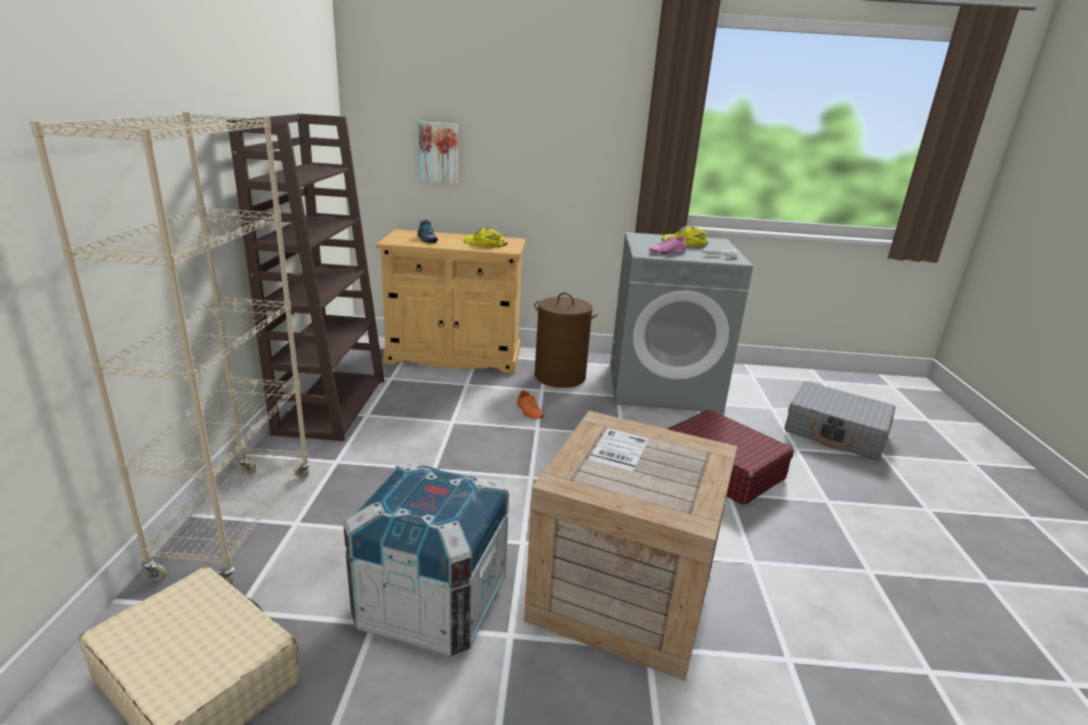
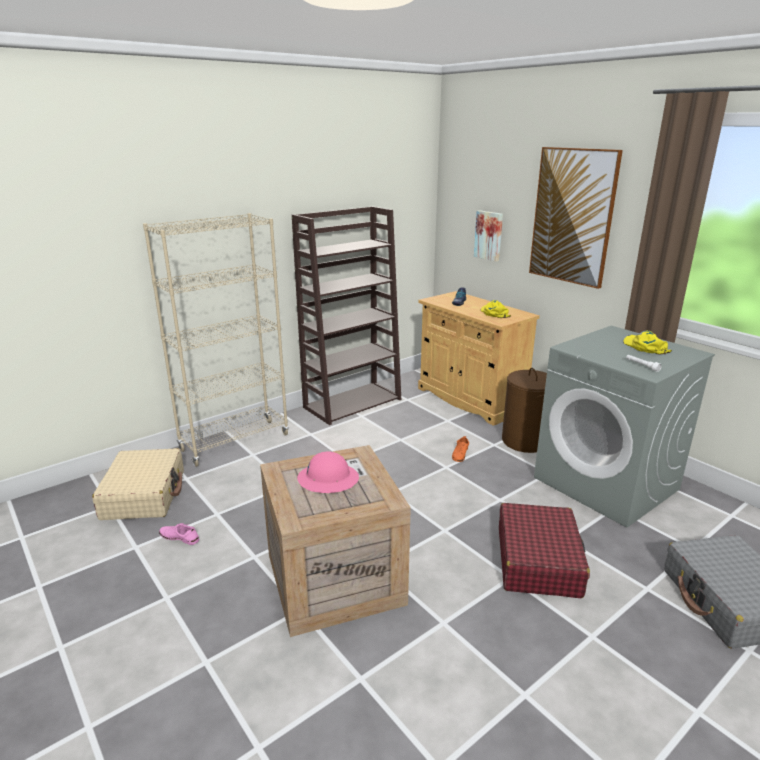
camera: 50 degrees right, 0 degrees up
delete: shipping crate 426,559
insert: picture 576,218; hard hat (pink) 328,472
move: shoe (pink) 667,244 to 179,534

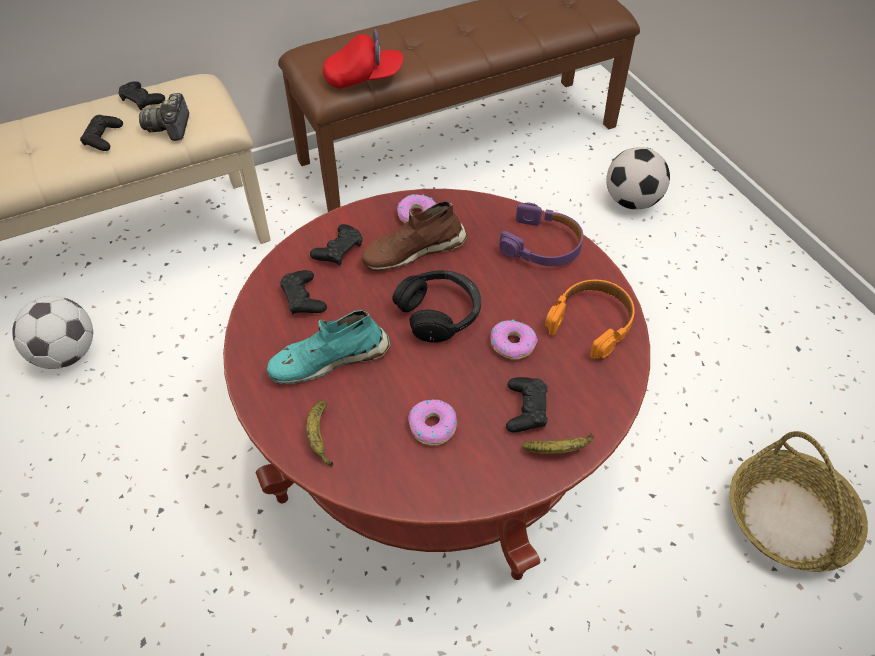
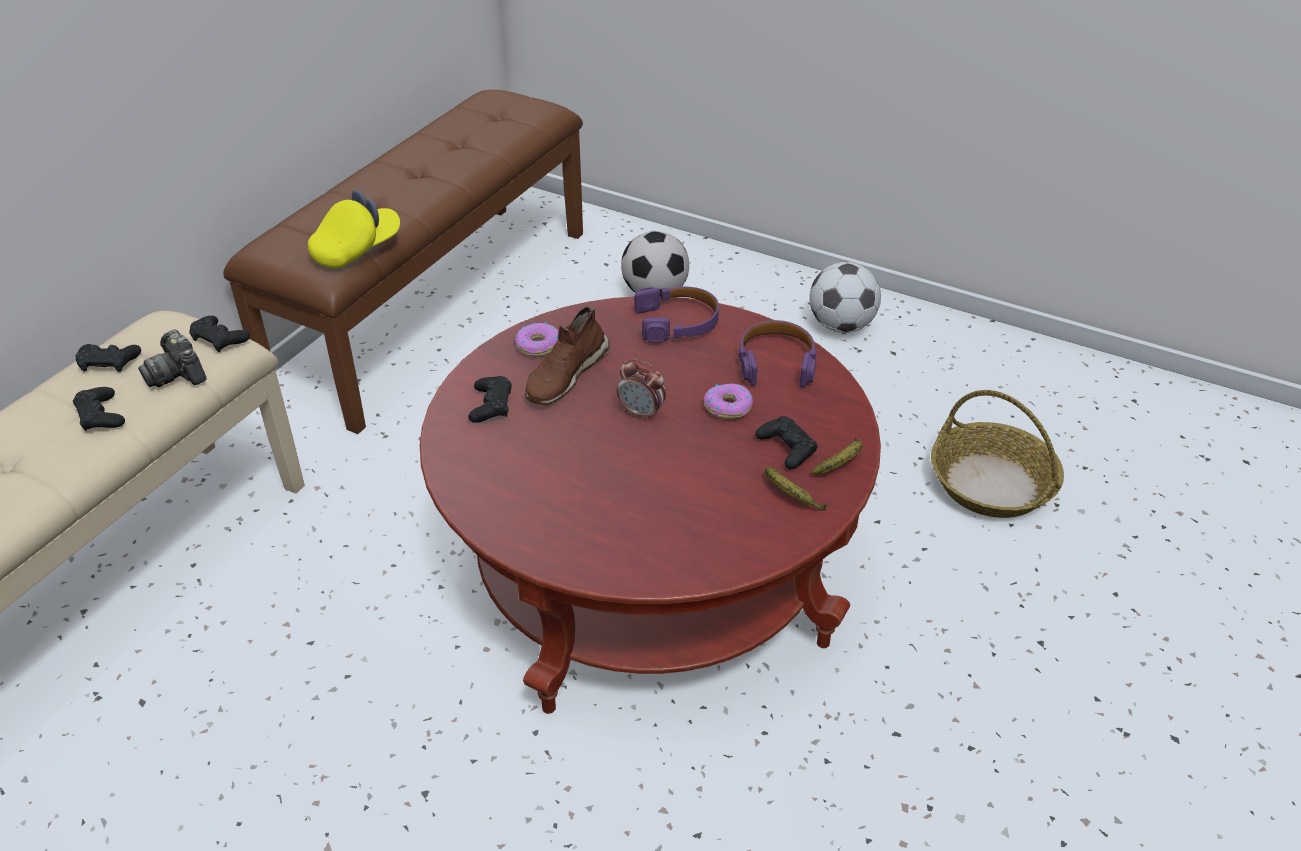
camera: 35 degrees left, 10 degrees down
delete: shoe (blue-green) 329,347; donut 432,422
move: game controller (black) 303,292 to 219,334; ball for football 52,332 to 845,297; banana fruit 319,434 to 795,489
replace: pair of headphones (black) 436,306 to alarm clock 641,390
recolor: baseball cap (red) 363,59 to baseball cap (yellowish) 354,229; pair of headphones (orangey) 590,319 to pair of headphones (purple) 777,354

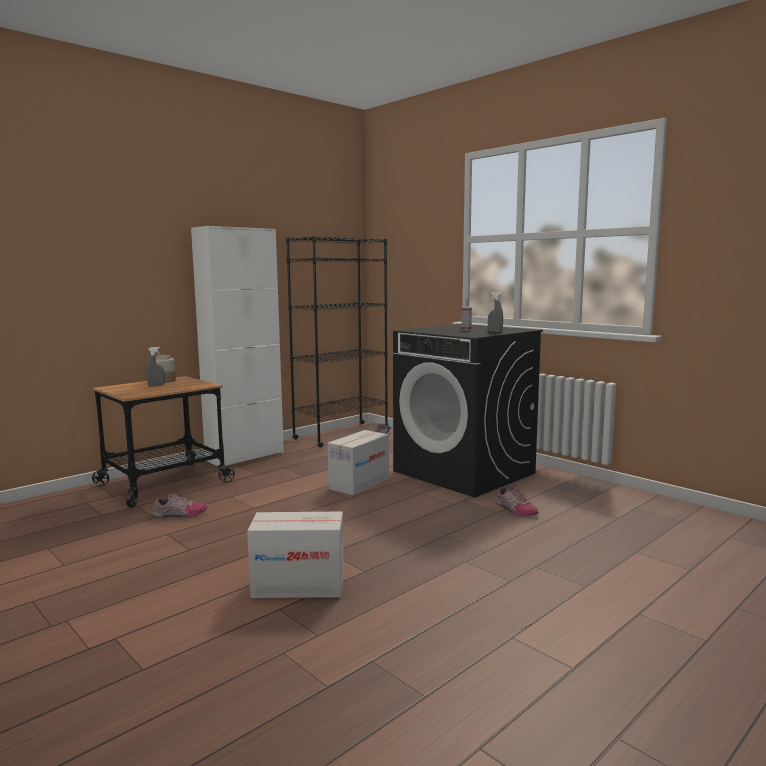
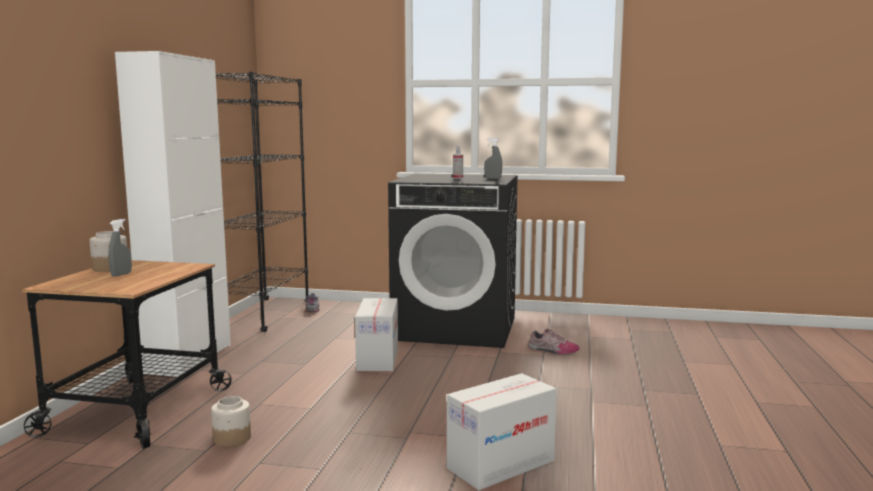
camera: 35 degrees left, 0 degrees up
replace: shoe 179,505 to preserve jar 231,421

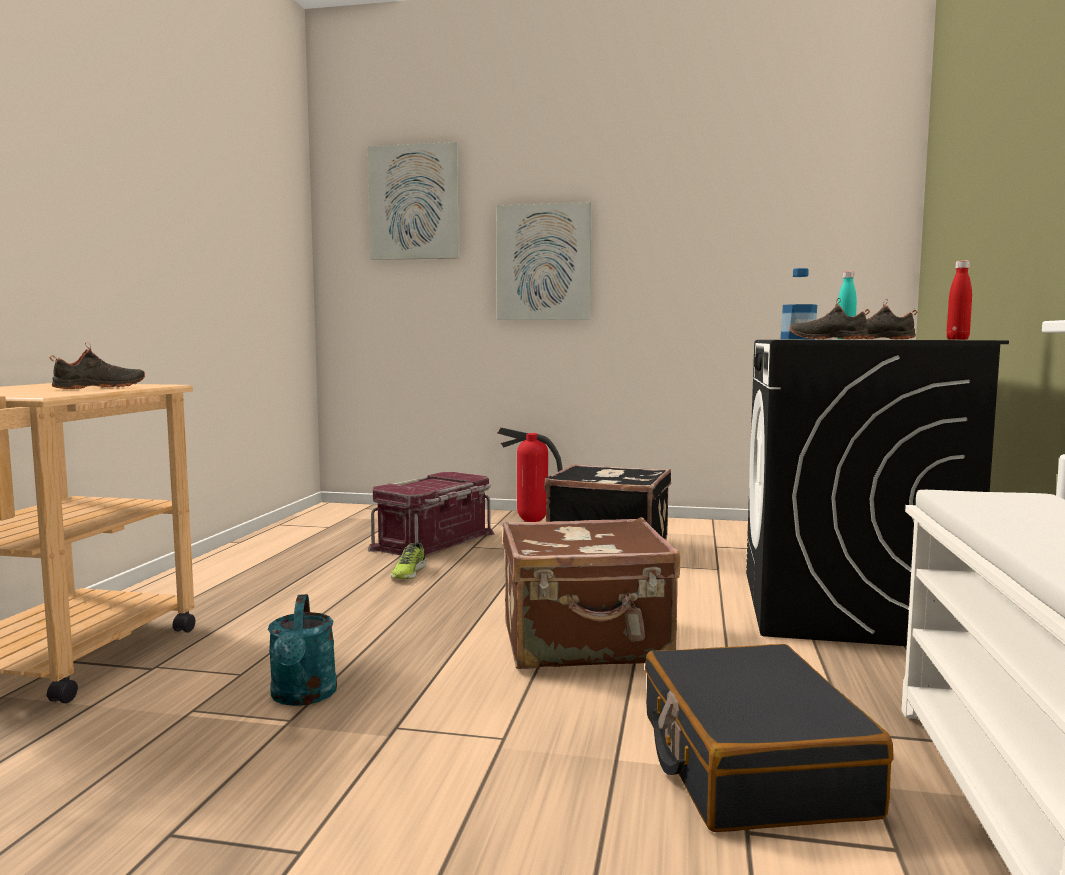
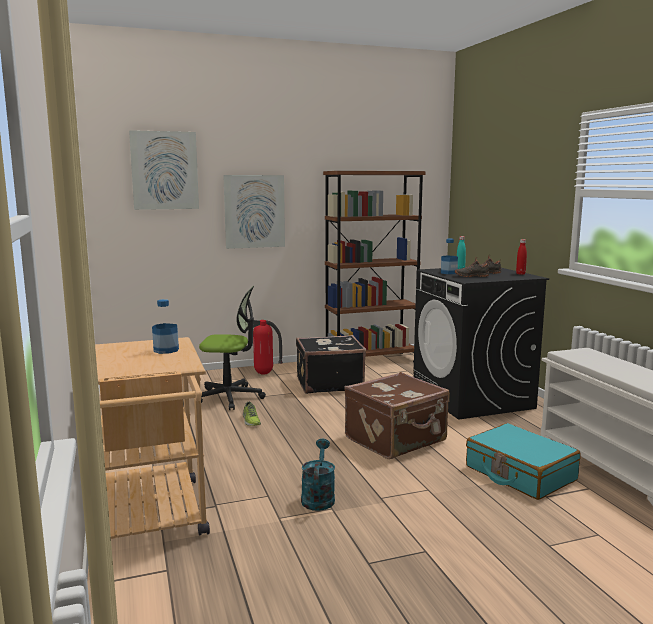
camera: 30 degrees left, 5 degrees up
insert: bookcase (brown-coloured) 374,266
replace: shoe (black) 97,365 to drink bottle 165,326; storage container (red) 431,514 to computer chair 232,348
recolor: piece of luggage (black) 769,738 to piece of luggage (blue-green) 523,461
rotate: watering can (blue-green) 302,650 = 318,475 135 degrees counterclockwise

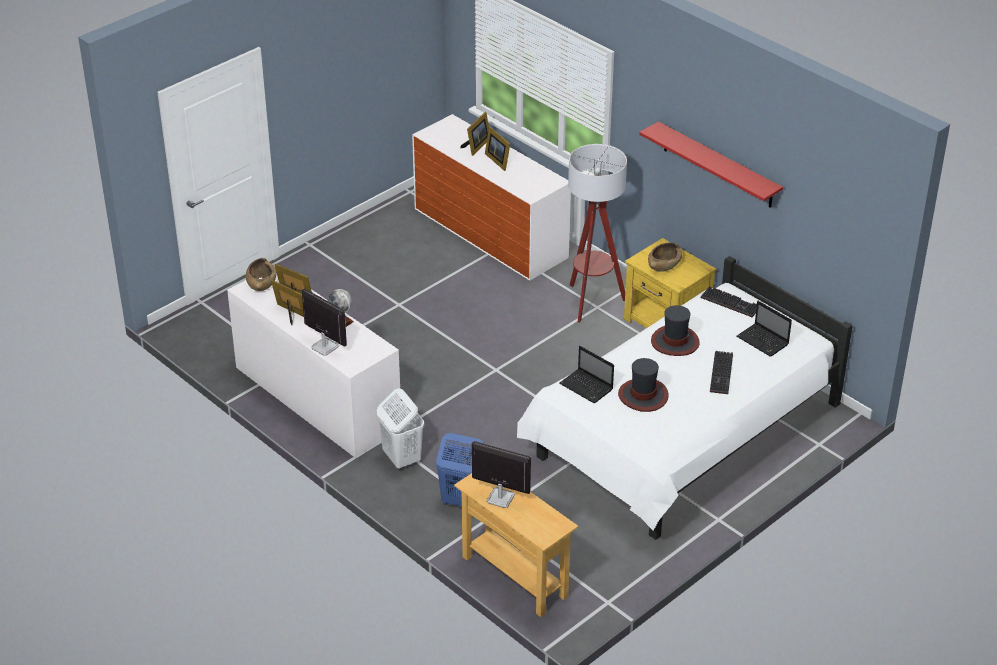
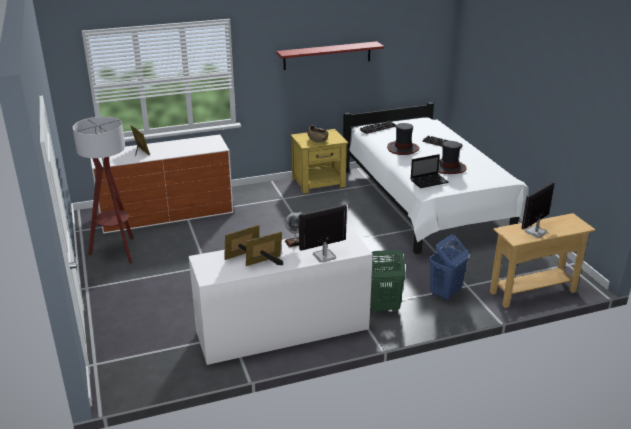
camera: 65 degrees left, 10 degrees down
delete: photo frame 497,149; bowl (brown-coloured) 261,274; portable computer 764,329
move: standing lamp 597,233 to 102,190
recolor: laundry basket (white) 400,428 to laundry basket (green-coloured) 388,281

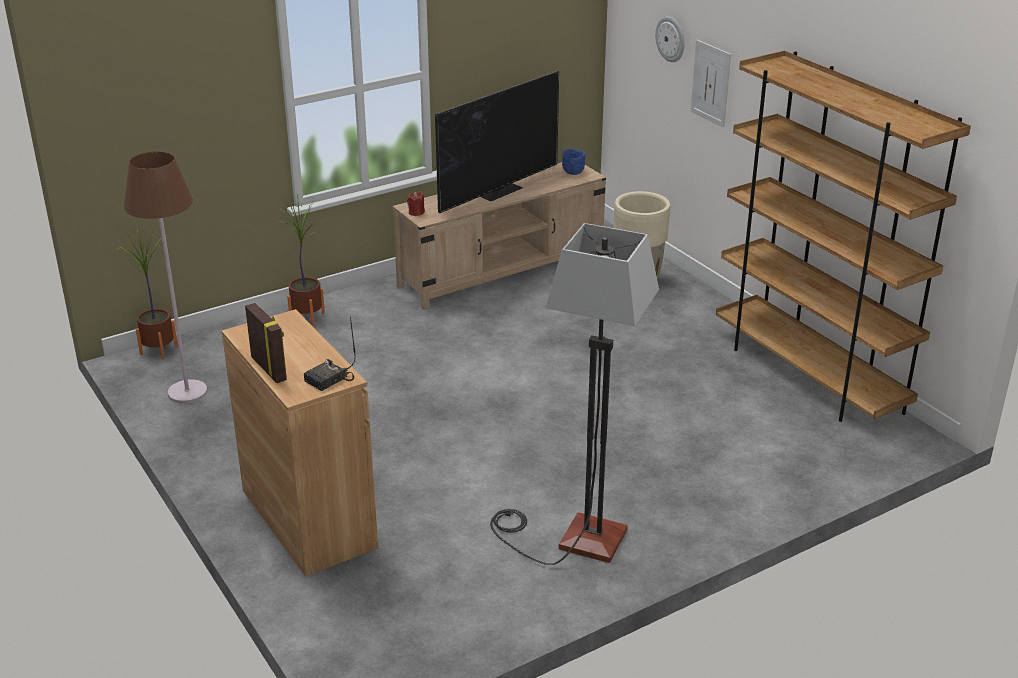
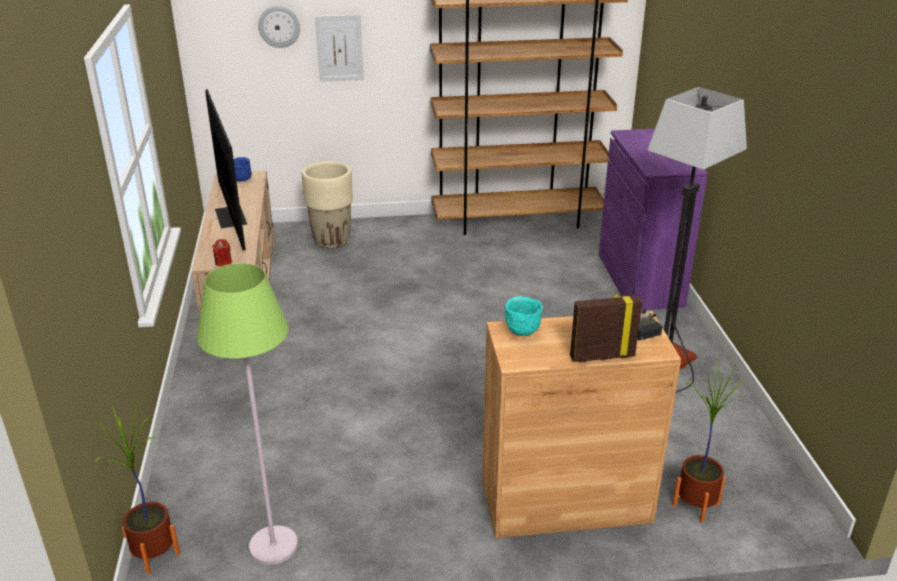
camera: 65 degrees left, 0 degrees up
insert: cupboard (purple) 653,219; bowl (blue-green) 524,316
move: plant in a pot 301,259 to 710,440
recolor: standing lamp (brown-coloured) 165,277 to standing lamp (green-coloured) 247,414

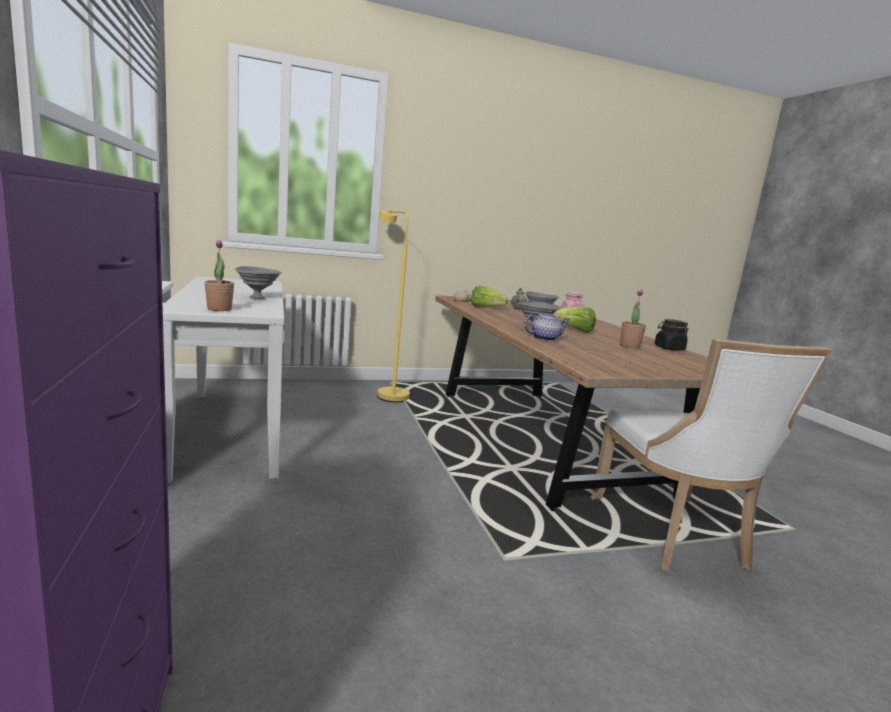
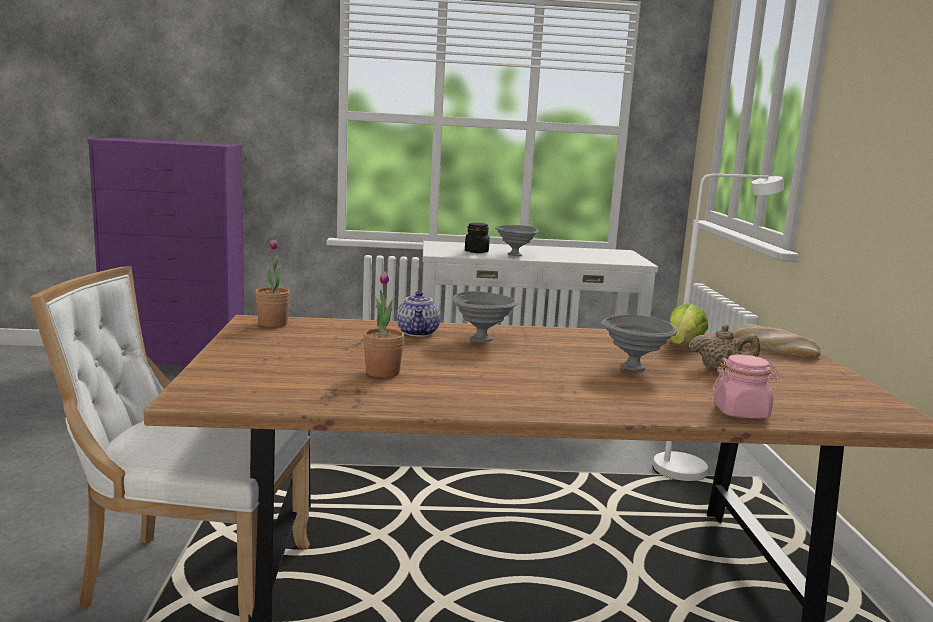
camera: 105 degrees right, 0 degrees up
delete: lettuce head 574,320
move: plant in a pot 219,275 to 272,283; preserve jar (black) 671,335 to 477,238
recolor: standing lamp (yellowish) 393,306 to standing lamp (white) 718,327

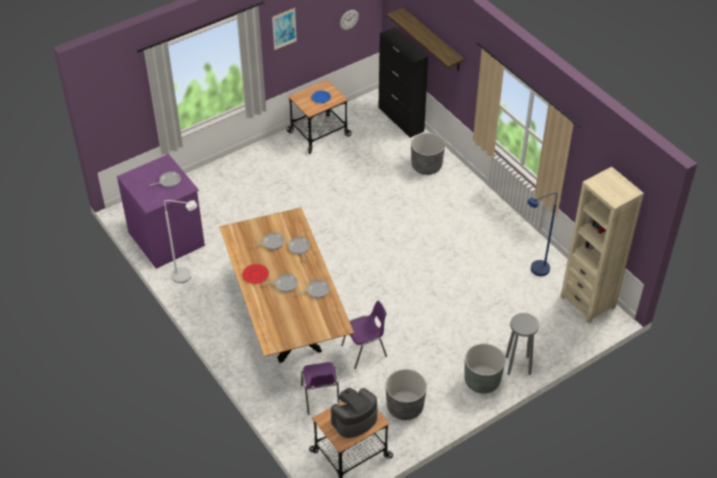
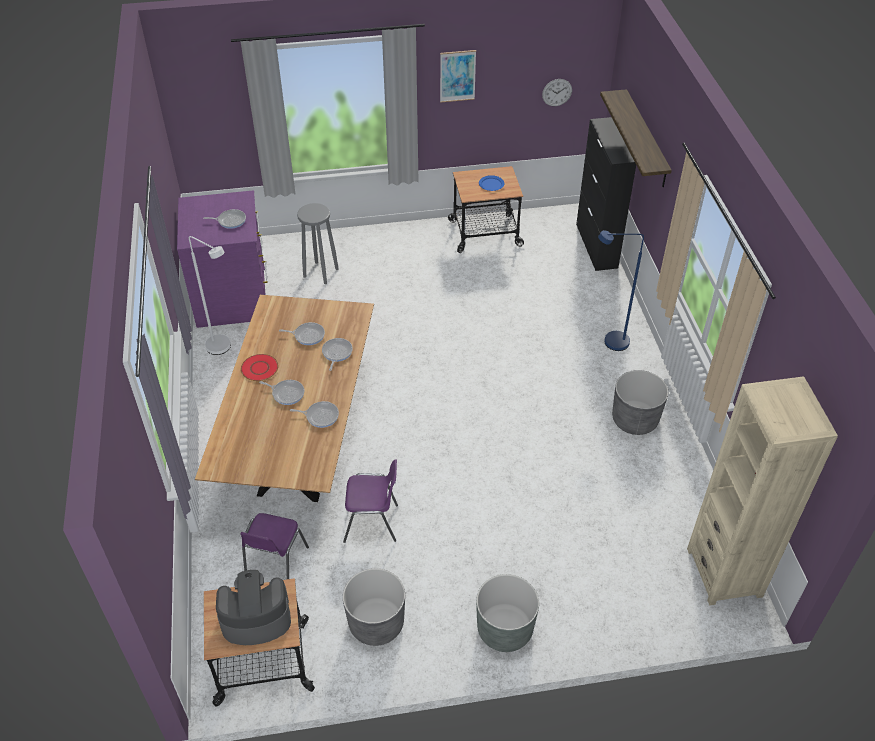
camera: 25 degrees right, 0 degrees up
move: planter (gray) 428,154 to 640,402; standing lamp (bluish) 542,234 to 621,290; stool (gray) 522,344 to 318,243

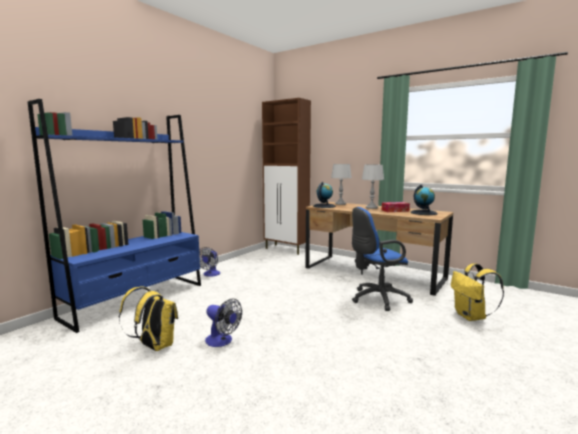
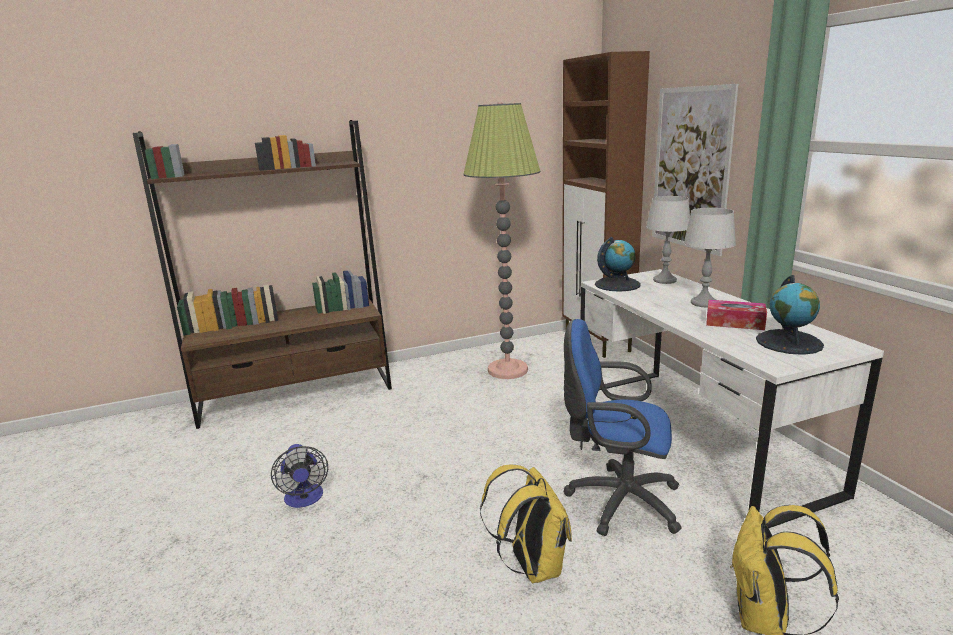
camera: 35 degrees right, 10 degrees up
delete: cooling fan 209,262
insert: picture 695,170; standing lamp 502,240
move: knapsack (yellowish) 148,319 to 526,523
recolor: bookcase (bluish) 114,216 to bookcase (brown-coloured) 262,274; desk (brown-coloured) 379,249 to desk (white) 732,398

